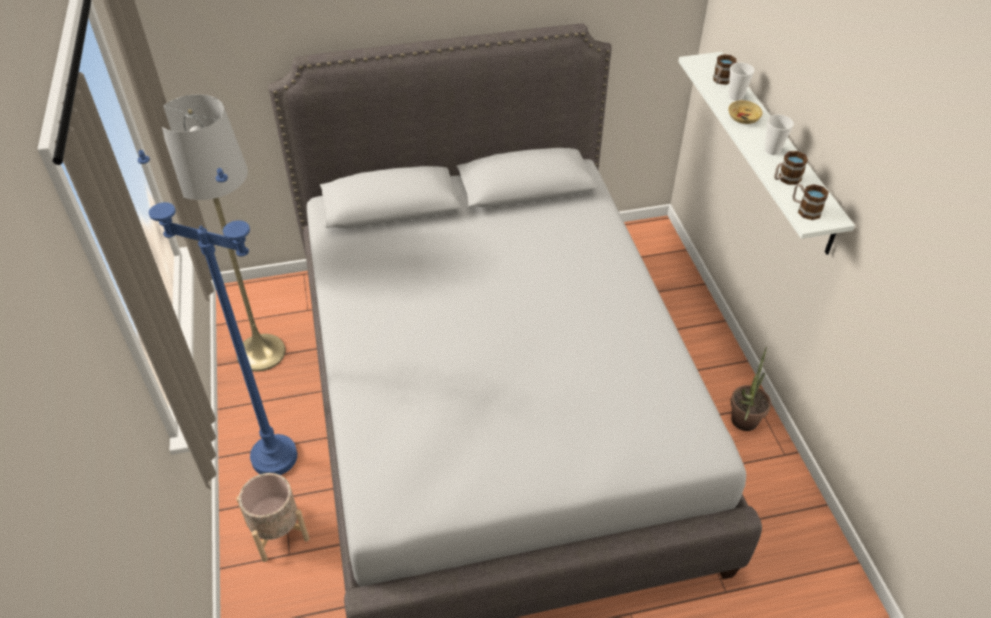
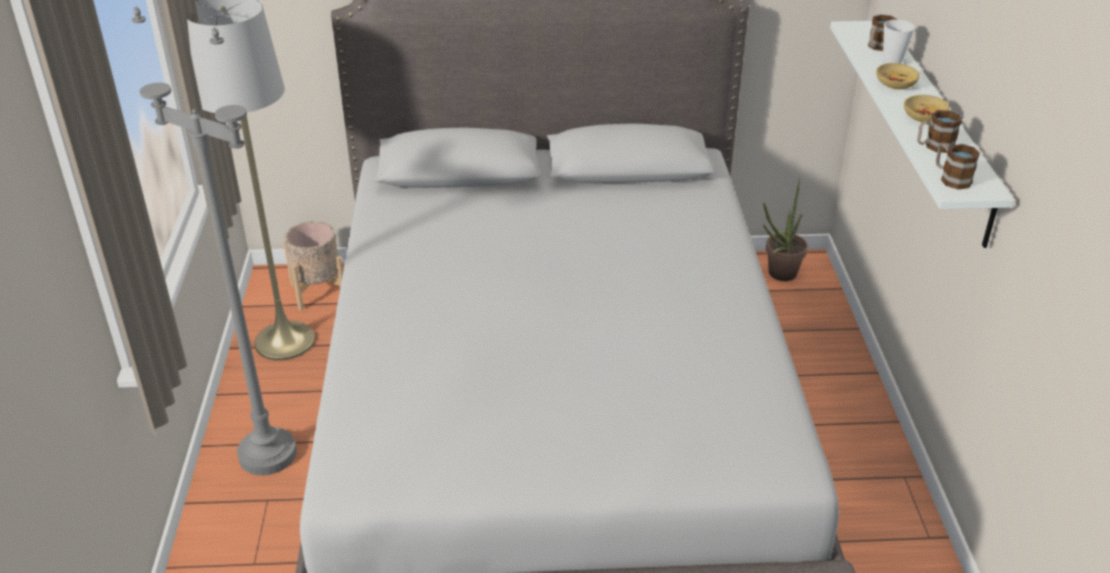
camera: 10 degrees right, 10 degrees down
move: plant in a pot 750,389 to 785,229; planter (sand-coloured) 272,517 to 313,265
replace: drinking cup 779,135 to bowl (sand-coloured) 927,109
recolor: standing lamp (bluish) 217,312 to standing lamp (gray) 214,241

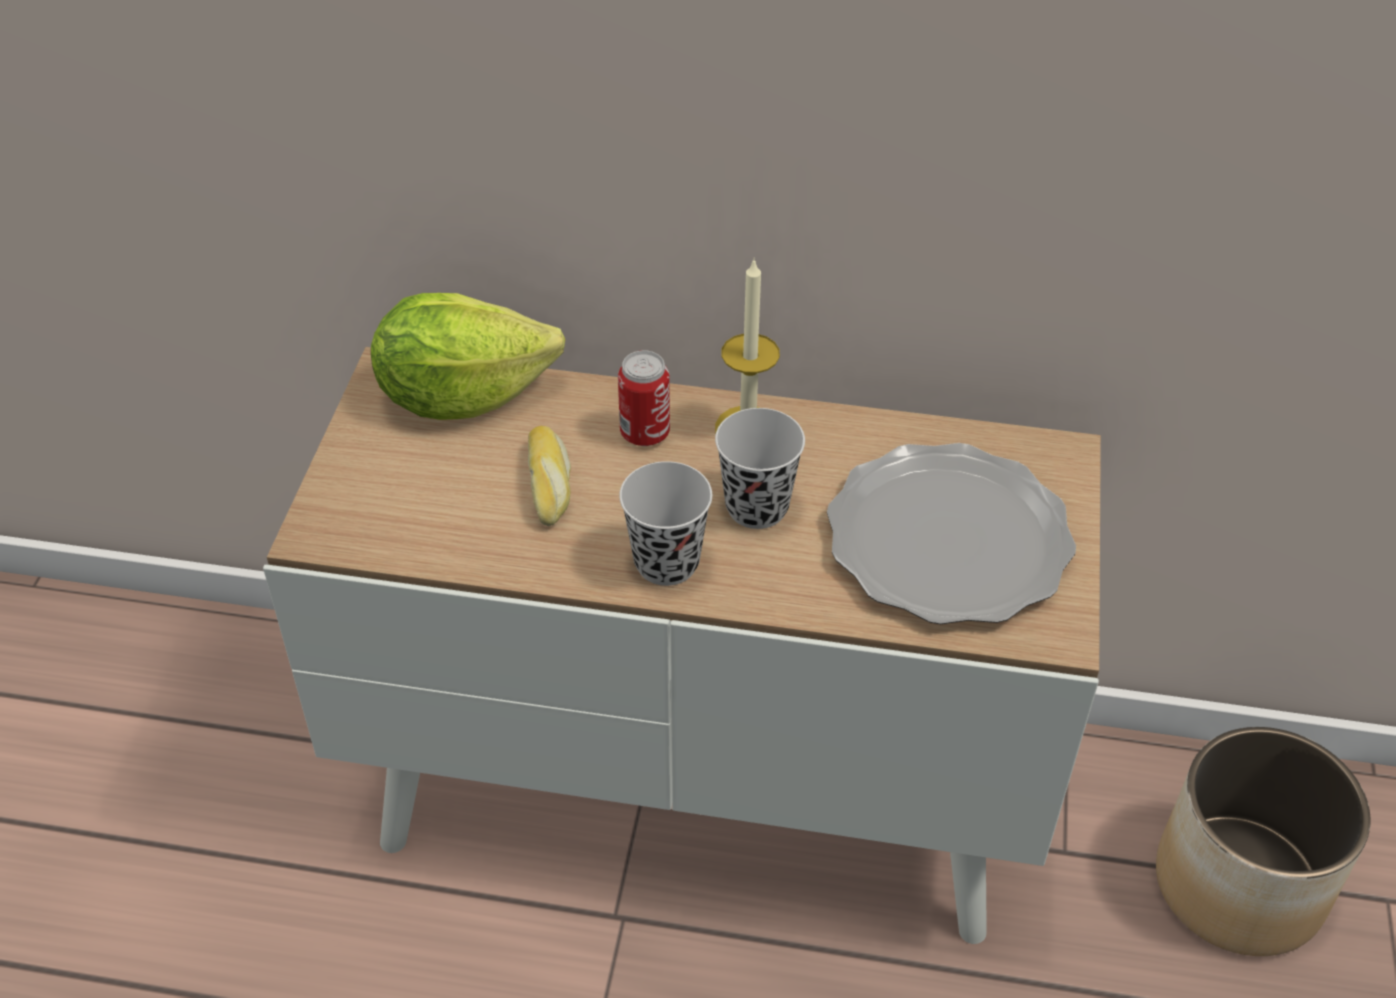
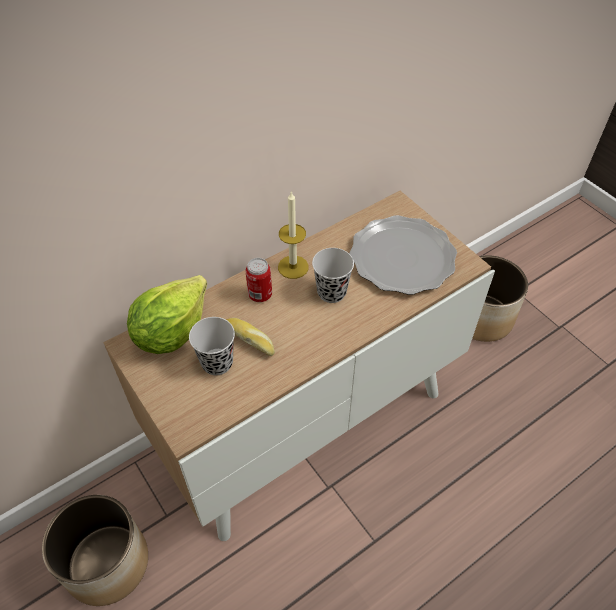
camera: 45 degrees left, 5 degrees up
insert: planter 95,550
move: drinking cup (black) 665,523 to 212,346

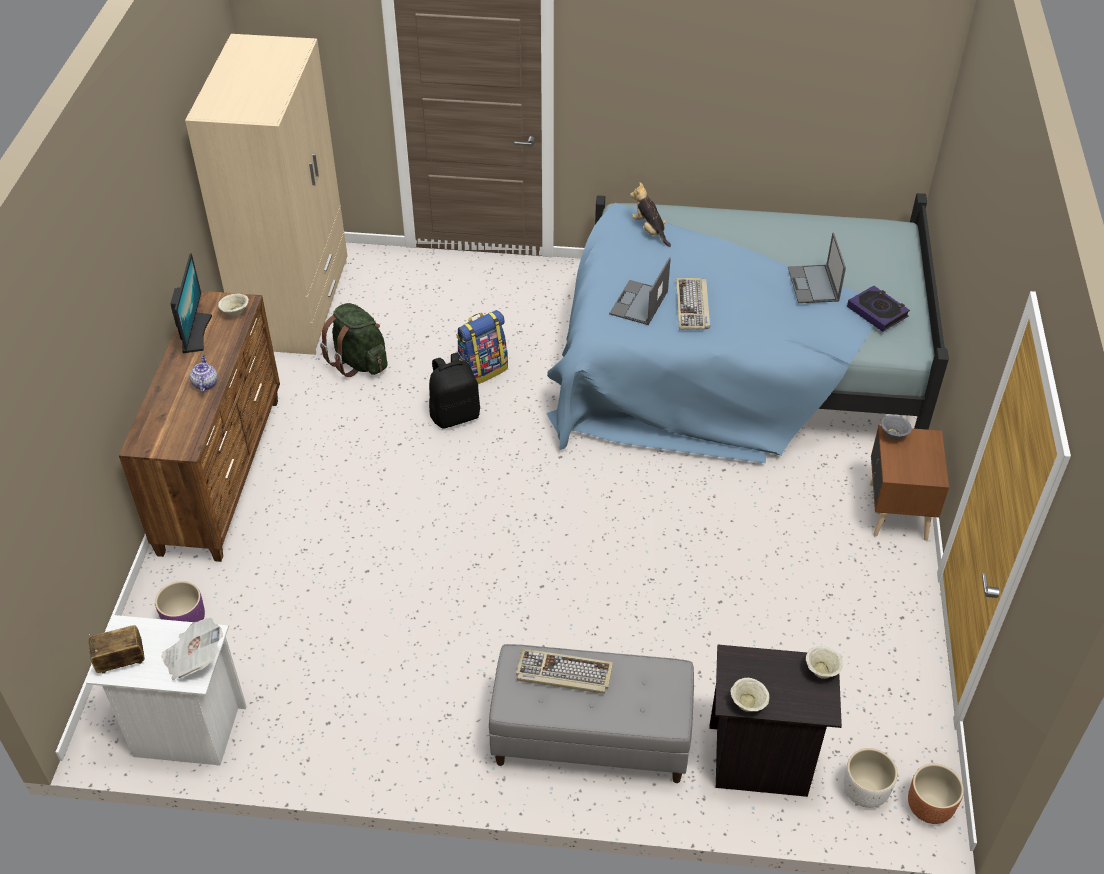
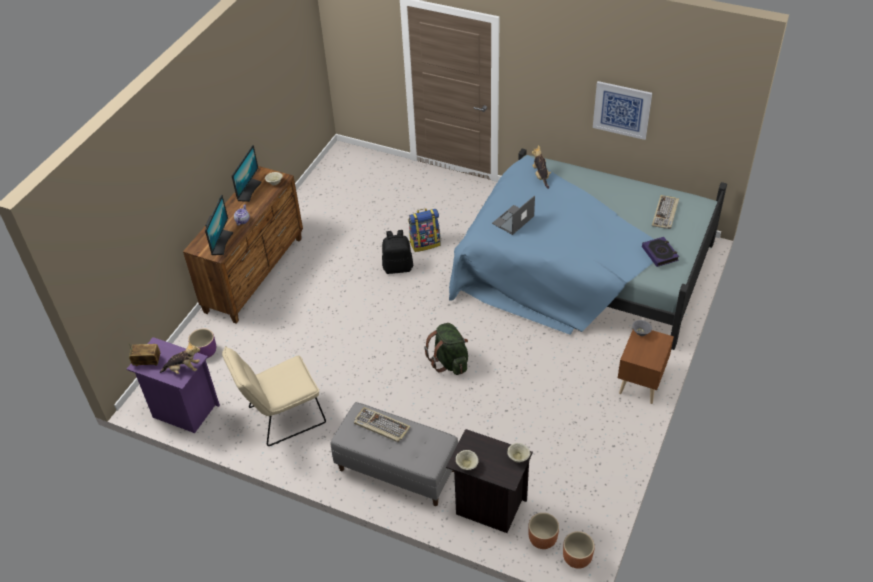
camera: 20 degrees right, 0 degrees up
delete: wardrobe (sand-coloured) 266,194; portable computer 817,267
insert: picture 622,110; computer display 219,225; chair (sand-coloured) 274,396
move: keyboard 693,304 to 665,212; knapsack (green-coloured) 354,340 to 446,349
replace: daily paper 192,649 to cuddly toy 180,358
recolor: bedside table (white) 166,690 to bedside table (purple) 173,385; planter (white) 871,778 to planter (brown-coloured) 543,531

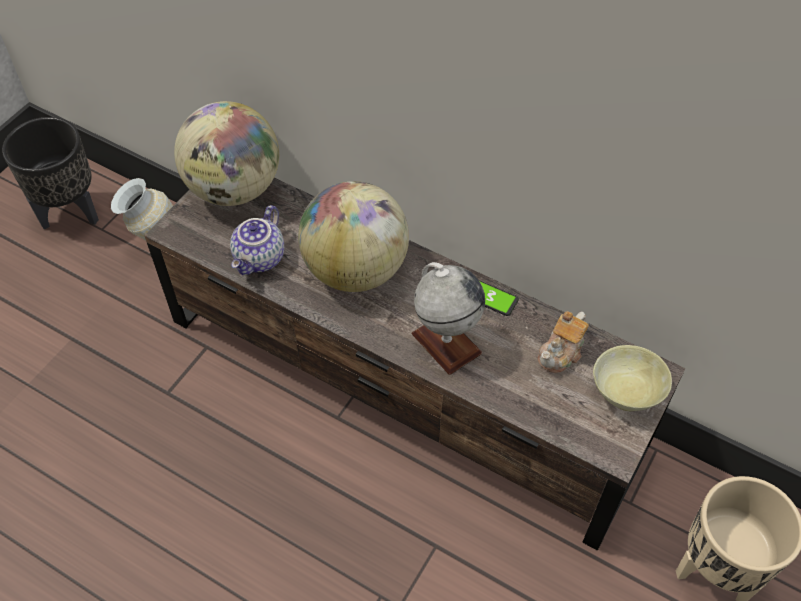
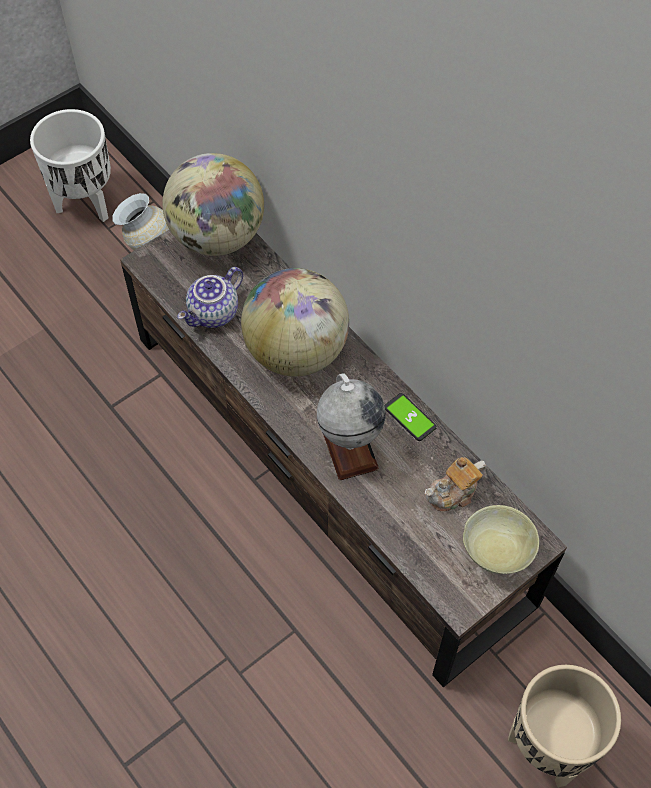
camera: 20 degrees right, 5 degrees up
recolor: planter (black) 50,173 to planter (white) 70,165

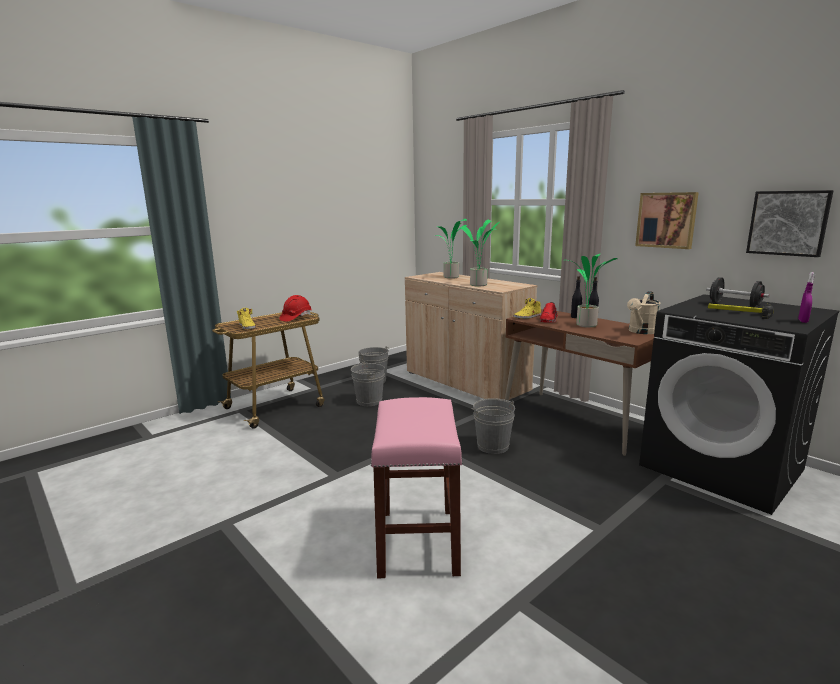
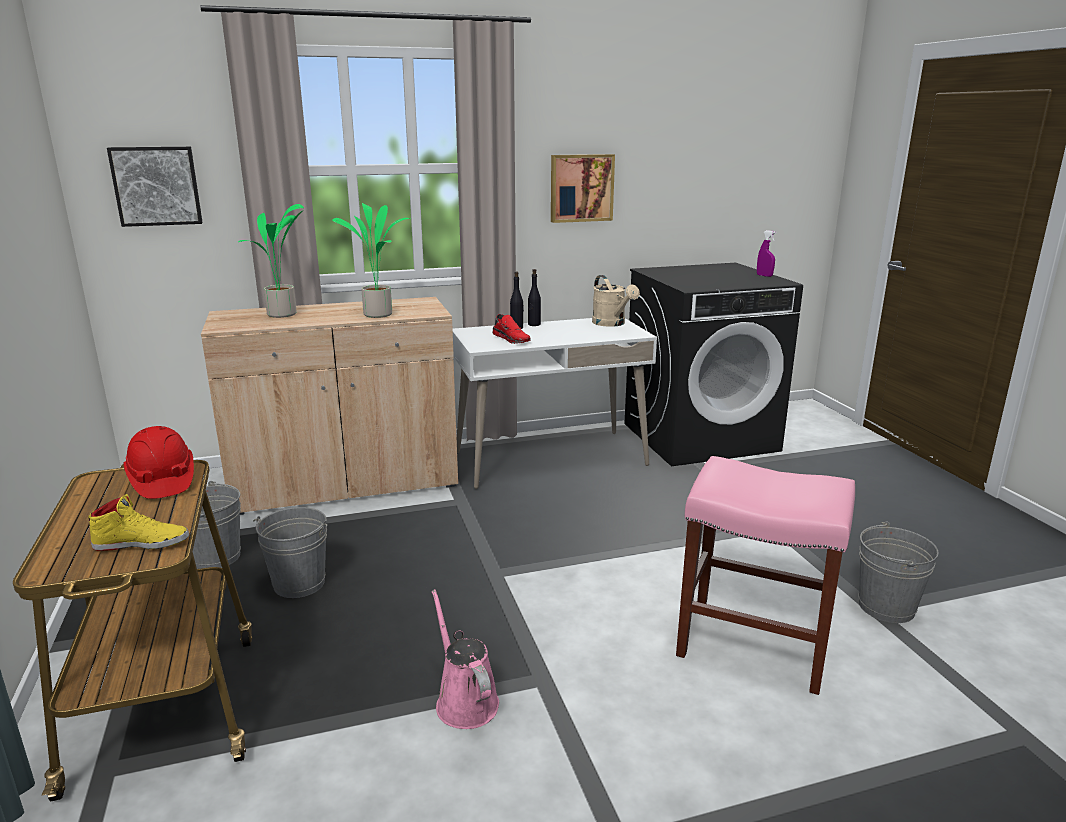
camera: 65 degrees left, 5 degrees up
delete: plant in a pot 590,290; hand weight (black) 737,292; shoe (yellowish) 527,308; hand hammer 741,311
insert: watering can (pink) 465,659
move: picture 790,223 to 155,187; water bucket (gray) 493,426 to 898,572
recolor: desk (brown-coloured) 579,382 to desk (white) 555,403

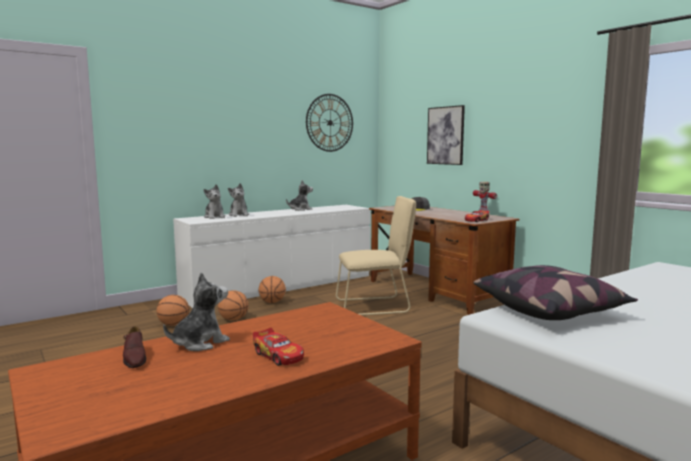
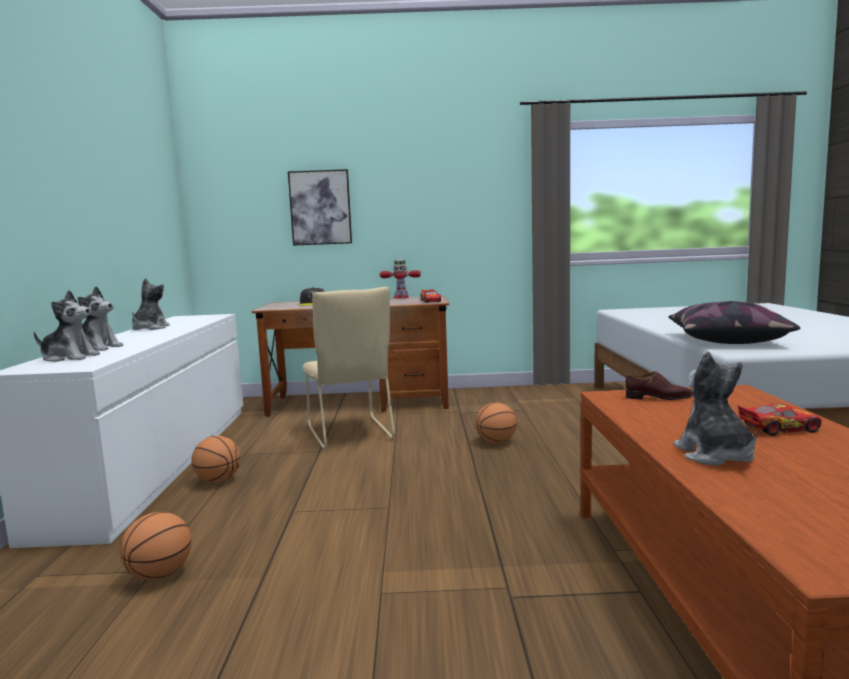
camera: 55 degrees left, 0 degrees up
delete: hanging clock 329,123
move: basketball ball 233,305 to 496,422; shoe (brown-coloured) 134,347 to 659,385
rotate: chair (sand-coloured) 376,255 = 348,368 135 degrees clockwise

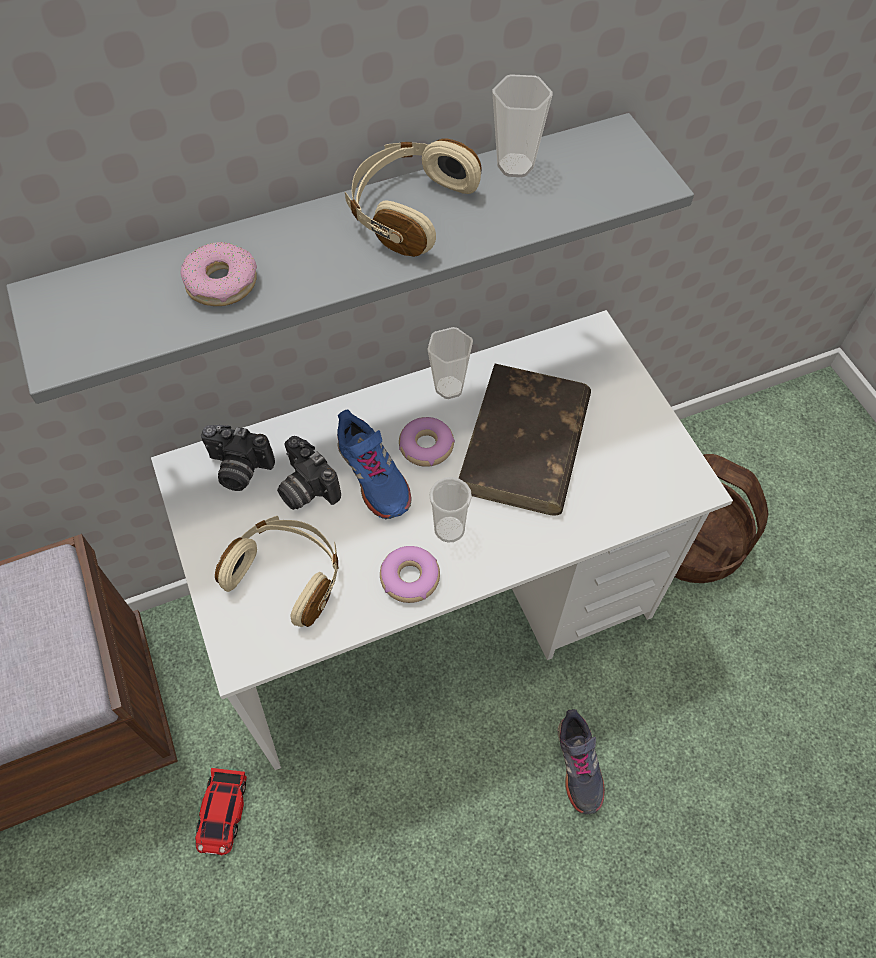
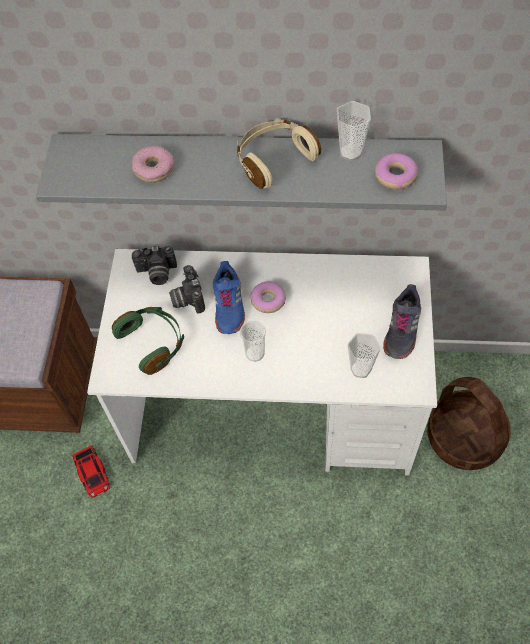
camera: 30 degrees right, 0 degrees up
delete: book (brown-coloured) 524,440
move: drinking cup 450,363 to 364,355; donut 410,574 to 396,171; shoe (gray) 581,761 to 402,321
recolor: pair of headphones (sand-coloured) 276,571 to pair of headphones (green-coloured) 148,341
rotate: photo camera 238,458 = 154,265 45 degrees counterclockwise; model car 221,812 = 91,471 60 degrees counterclockwise

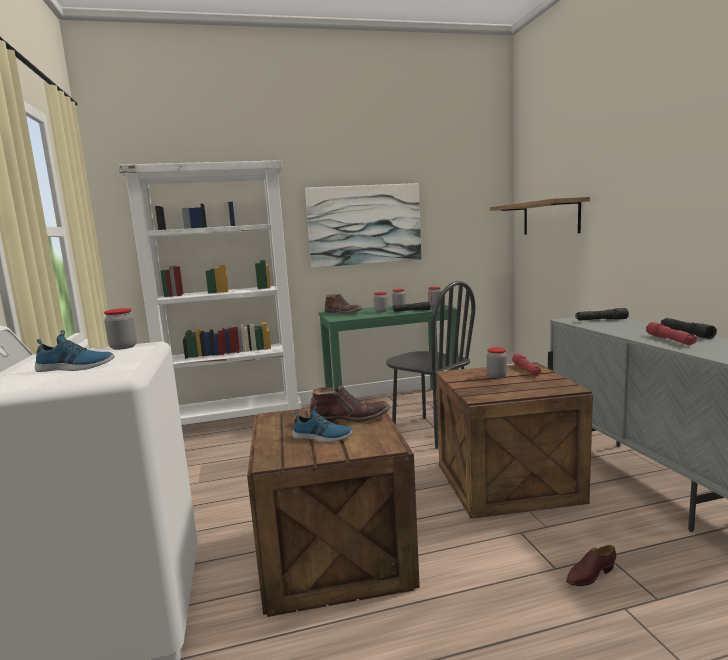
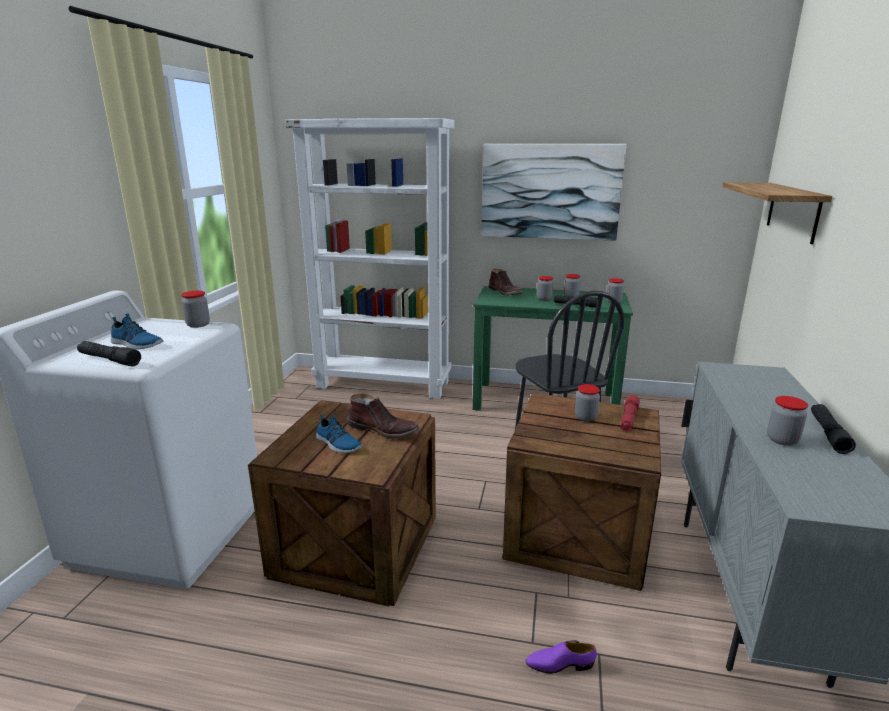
camera: 25 degrees right, 10 degrees up
move: hand torch (black) 602,314 to 109,353
replace: hand torch (red) 671,333 to preserve jar 787,421
recolor: shoe (brown-coloured) 591,565 to shoe (purple) 561,657

